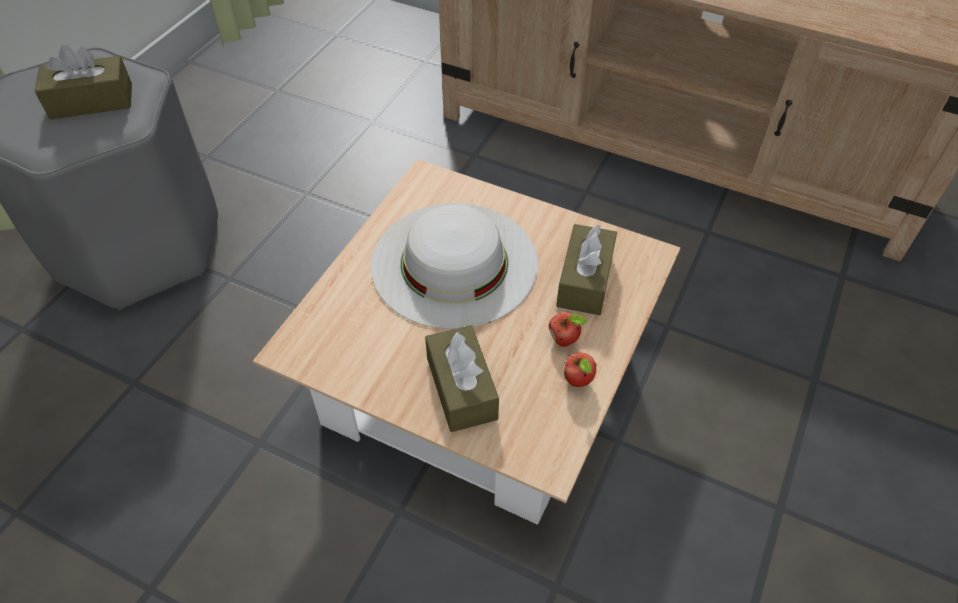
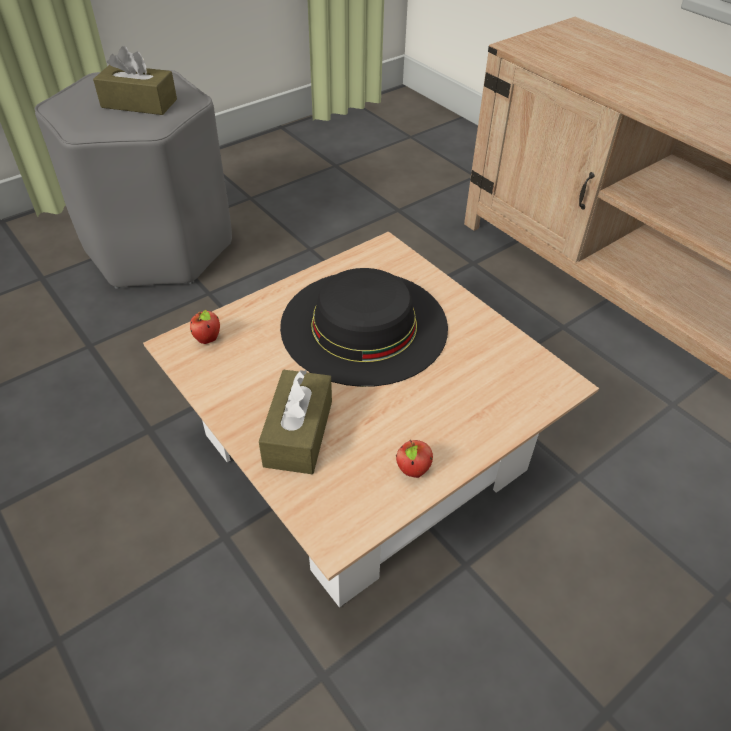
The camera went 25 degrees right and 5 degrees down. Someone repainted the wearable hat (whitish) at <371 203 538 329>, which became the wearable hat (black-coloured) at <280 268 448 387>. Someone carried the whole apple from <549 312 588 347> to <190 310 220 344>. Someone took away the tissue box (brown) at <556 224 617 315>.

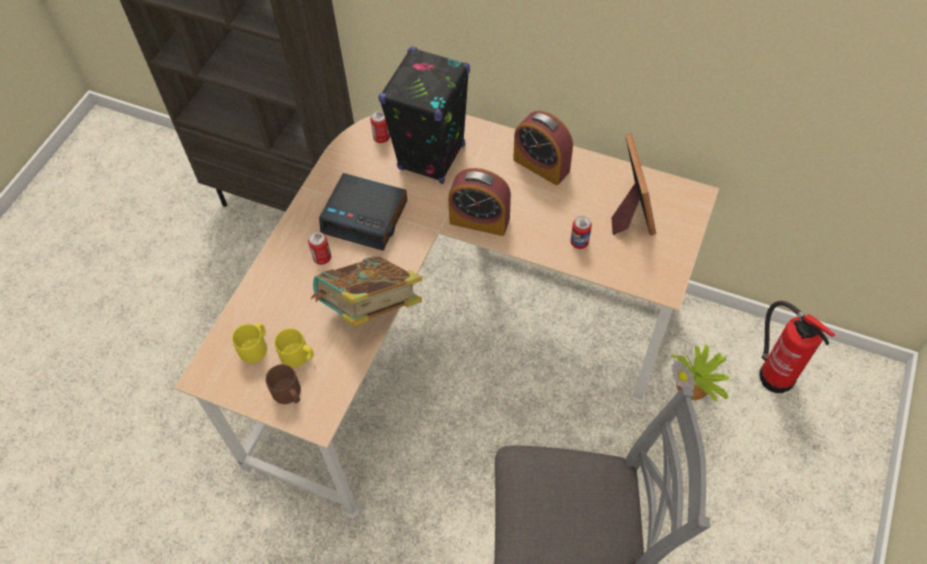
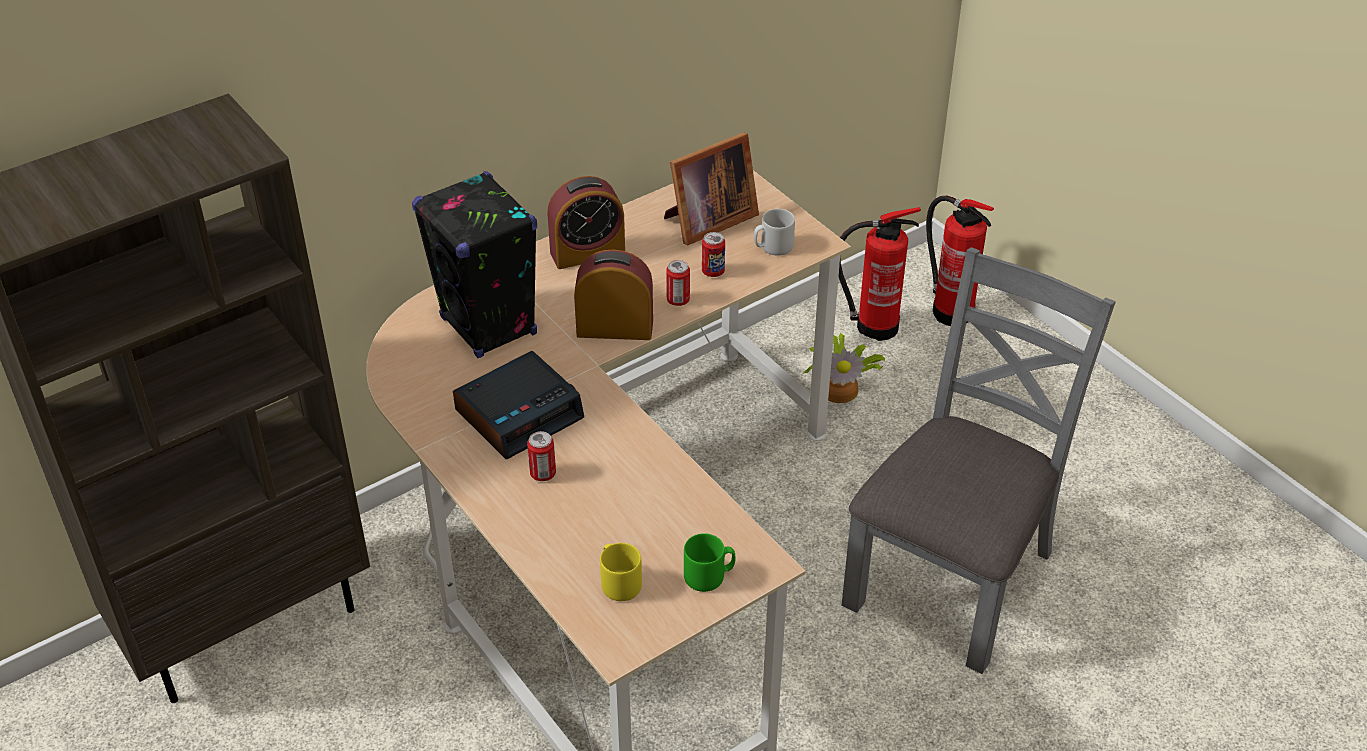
The camera went 60 degrees left and 15 degrees down. Someone repainted the mug (brown) at <266 364 301 404>, which became the mug (greenish) at <684 533 736 592>. Someone took away the mug (yellow) at <274 328 314 368>. Someone took away the book at <311 256 422 326>. Someone carried the metal can from <370 111 390 143> to <666 260 690 306>. Someone rotated the alarm clock at <448 168 511 236> by 135 degrees counterclockwise. Someone rotated the photo frame at <611 134 656 236> by 120 degrees clockwise. Someone put down the mug (grey) at <754 209 795 256>. Someone put down the fire-fighting cylinder at <926 196 994 326>.

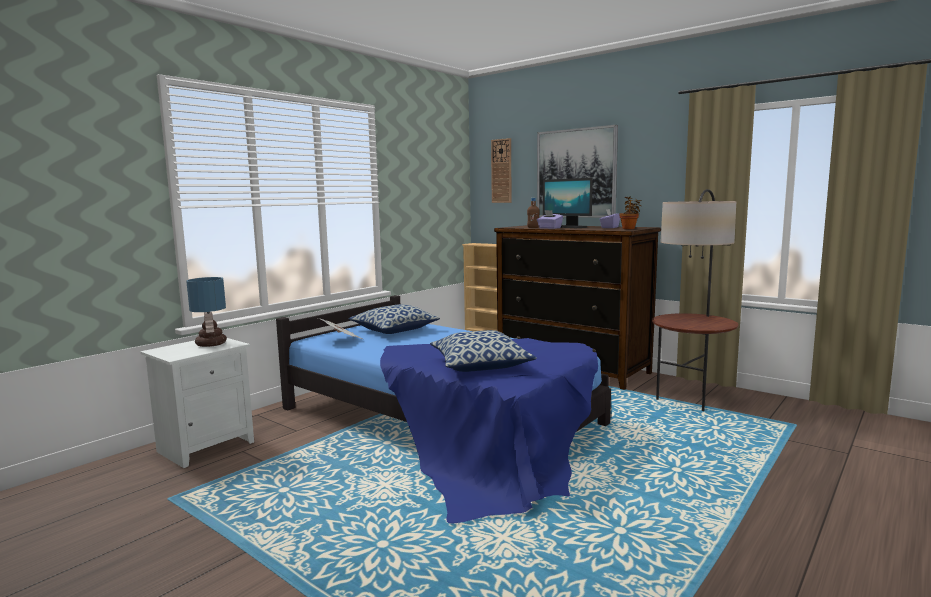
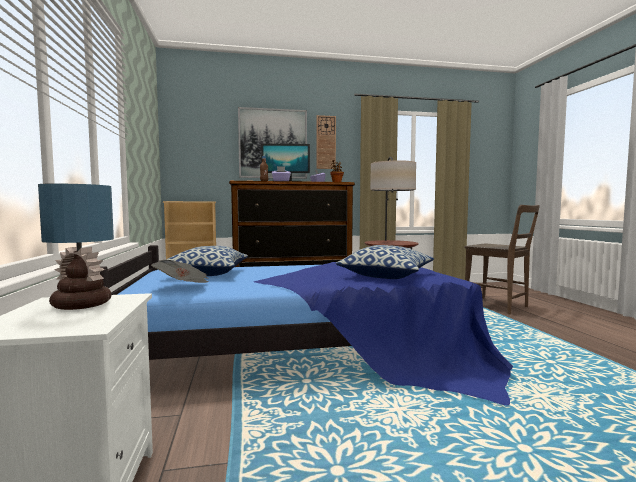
The camera went 50 degrees left and 5 degrees down. Someone carried the wall clock from <491 138 511 203> to <317 115 336 169>. Someone put down the upright chair (brown) at <465 205 540 314>.

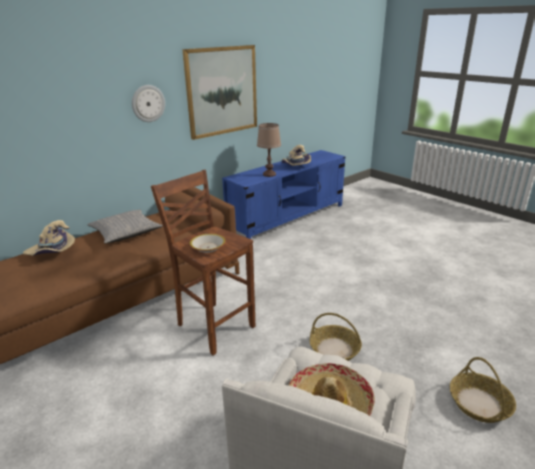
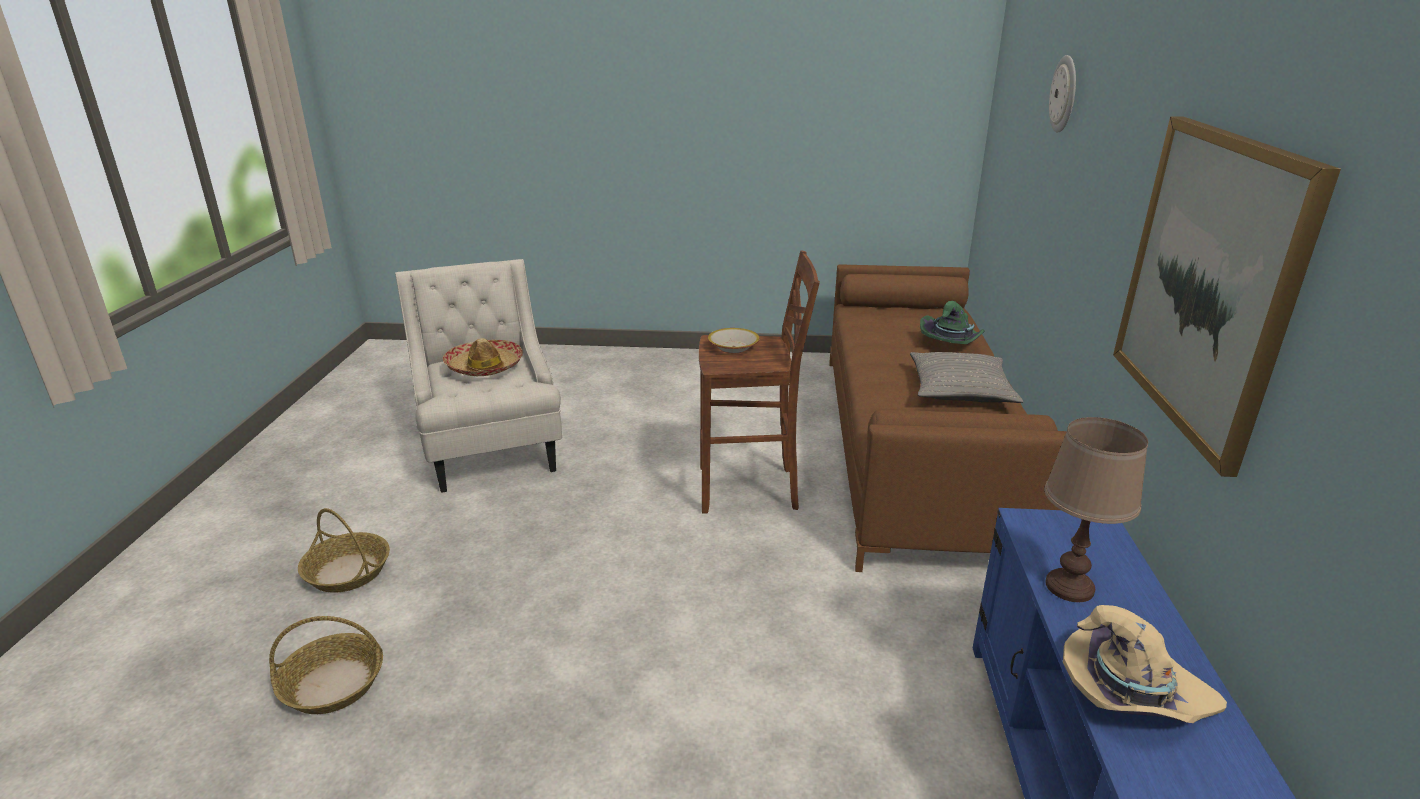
The camera went 135 degrees right and 0 degrees up. Someone repainted the wearable hat (beige) at <23 220 75 256>, which became the wearable hat (greenish) at <920 301 985 344>. Someone carried the wall clock from <132 85 165 122> to <1049 55 1076 133>. Someone carried the basket from <310 313 362 361> to <269 616 383 714>.

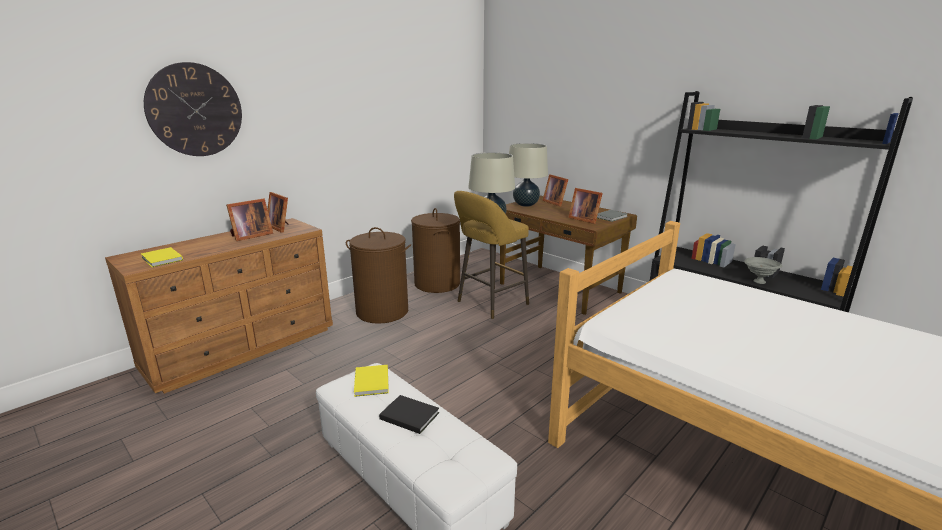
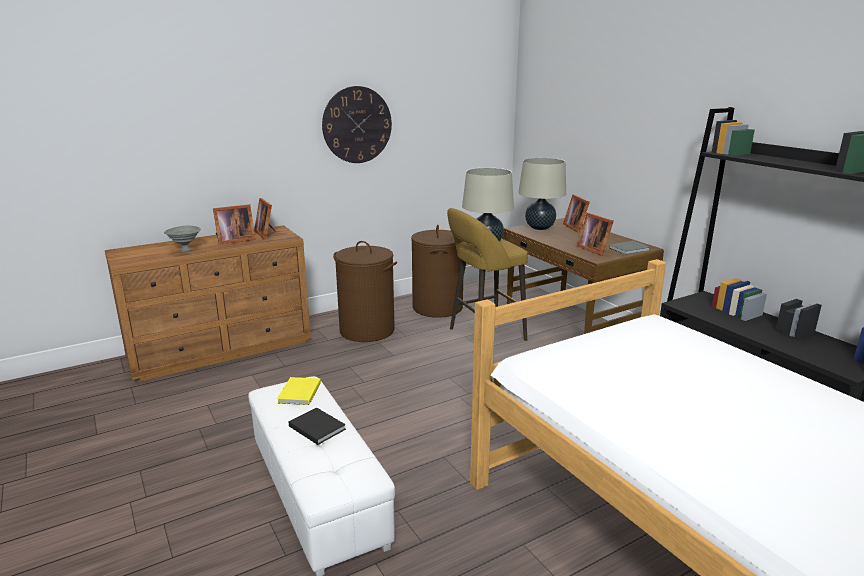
The camera went 15 degrees right and 0 degrees up. Someone took away the book (yellow) at <141 247 183 267>. Someone carried the wall clock from <144 62 242 156> to <322 86 392 163>. Someone carried the serving bowl (grey) from <744 257 782 284> to <164 226 201 252>.

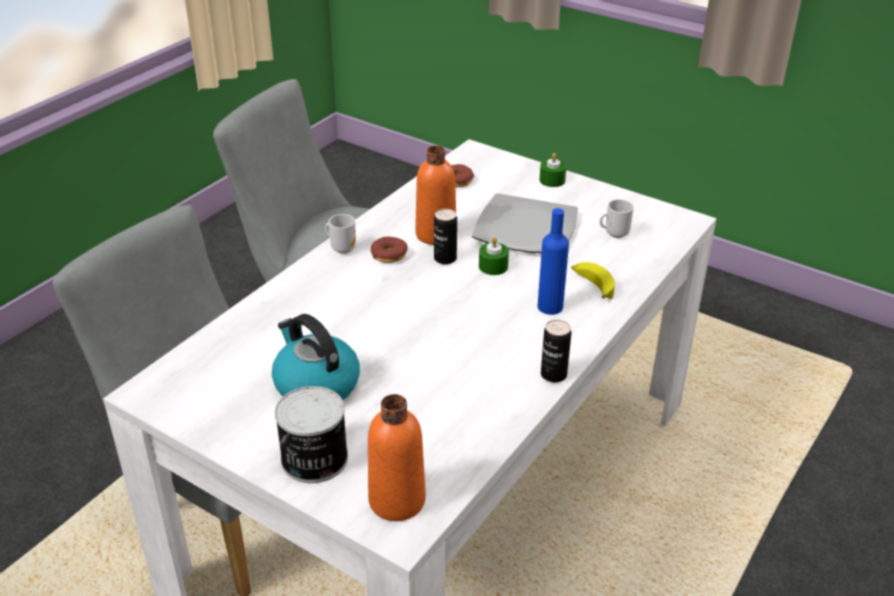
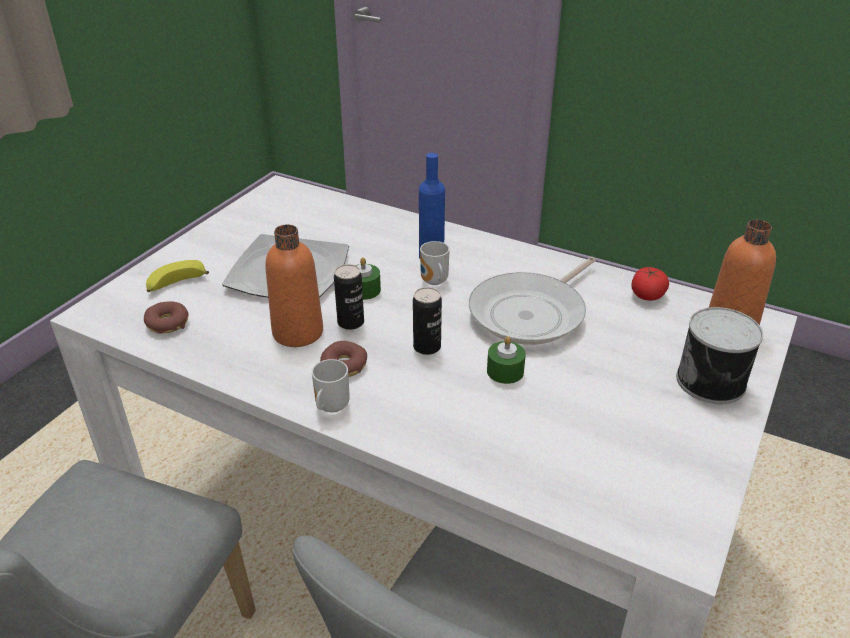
The camera went 95 degrees left and 0 degrees up. Someone took away the tea kettle at <272 314 360 400>. Someone carried the wax light (greenish) from <539 153 567 187> to <487 336 526 384>. Someone carried the metal can from <541 319 571 382> to <413 287 442 355>. Someone carried the whole banana from <571 262 615 299> to <146 260 209 292>. Someone carried the mug from <599 199 634 238> to <420 241 450 285>. Someone put down the skillet at <469 257 596 345>. Someone put down the tomato at <632 267 669 301>.

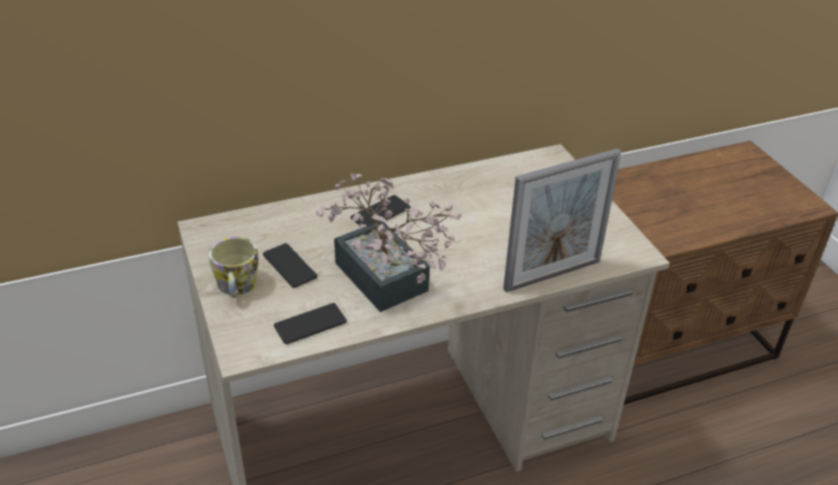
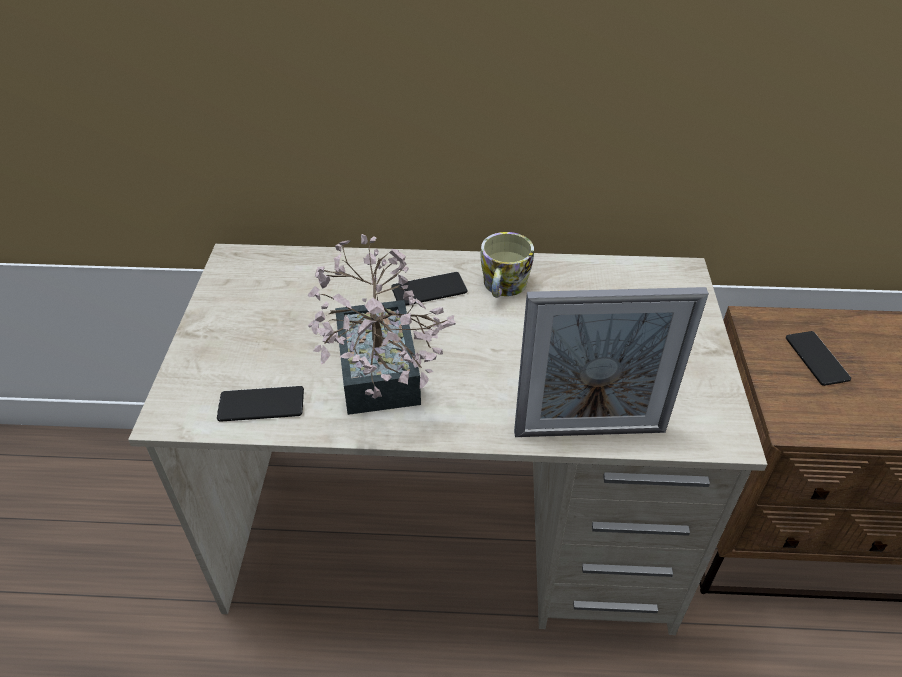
The camera went 25 degrees right and 5 degrees up. Someone carried the mug from <209 237 258 298> to <480 232 534 298>. Someone carried the phone from <263 243 318 288> to <786 331 851 386>.

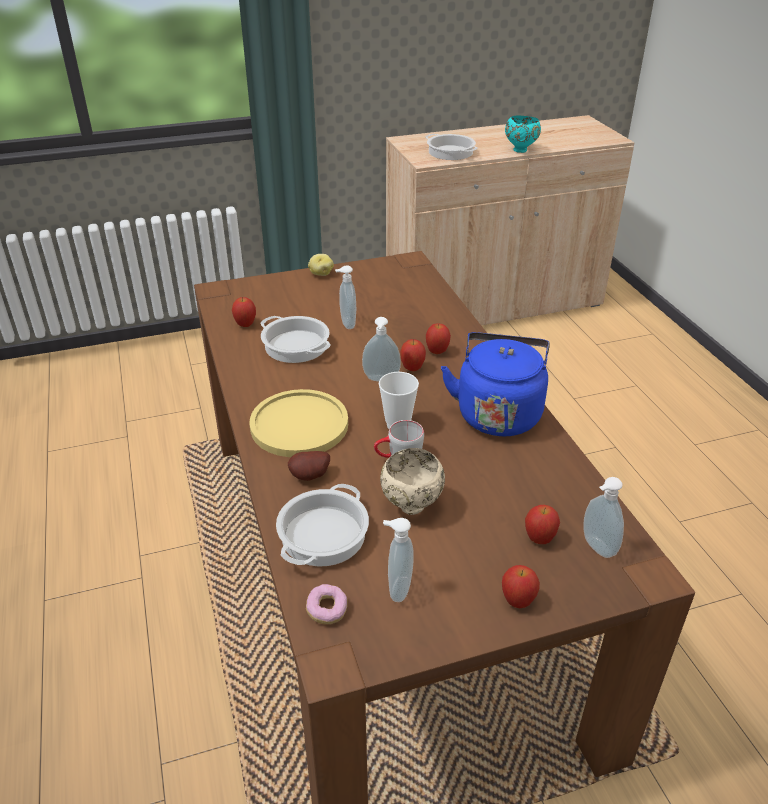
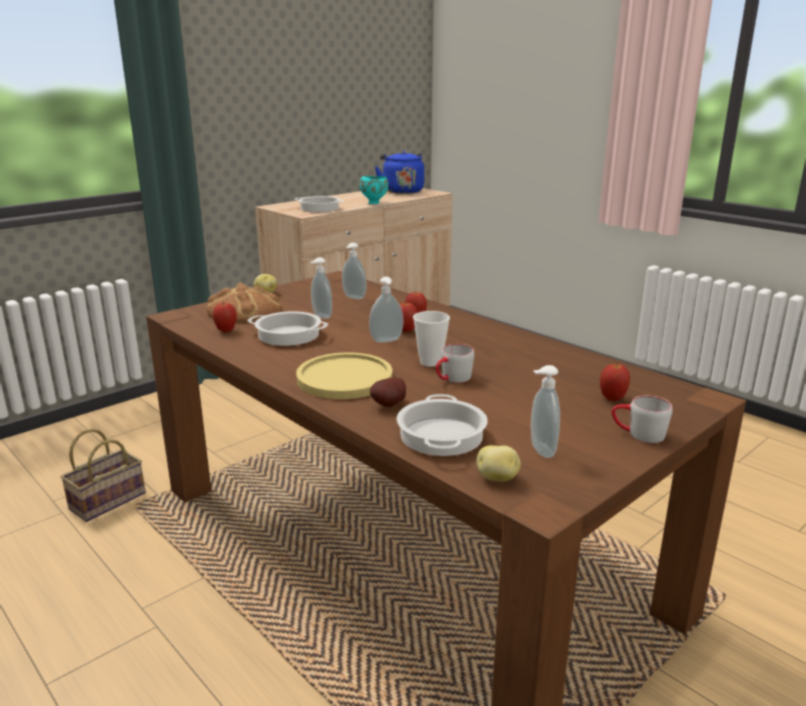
The camera went 25 degrees left and 15 degrees down. Someone swapped the donut at <306 584 347 625> for the potato at <477 445 521 481>. Someone took away the serving bowl (beige) at <380 448 445 515>. Someone carried the tea kettle (bluish) from <441 332 550 436> to <375 151 424 194>. Someone swapped the whole apple at <502 565 540 608> for the mug (grey) at <612 395 672 443>. Someone carried the soap dispenser from <583 477 624 558> to <342 243 366 299>. Someone put down the basket at <60 429 146 522>. Someone put down the baked bread at <207 282 281 322>.

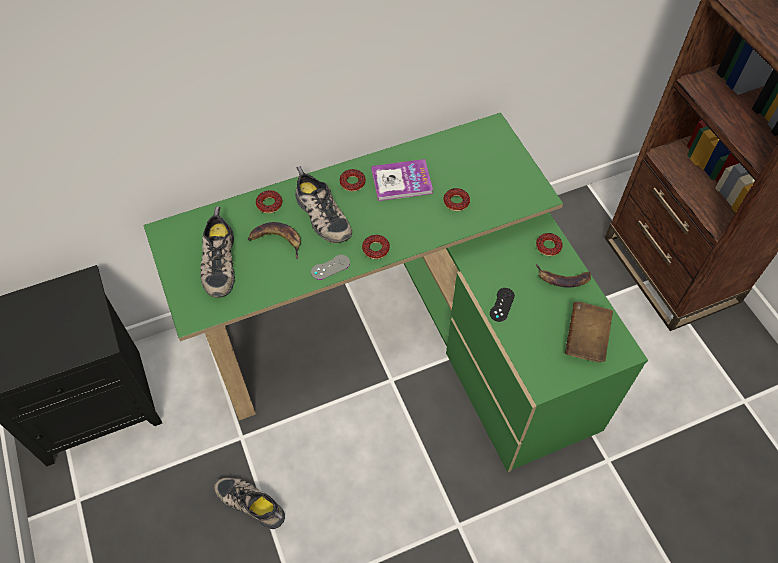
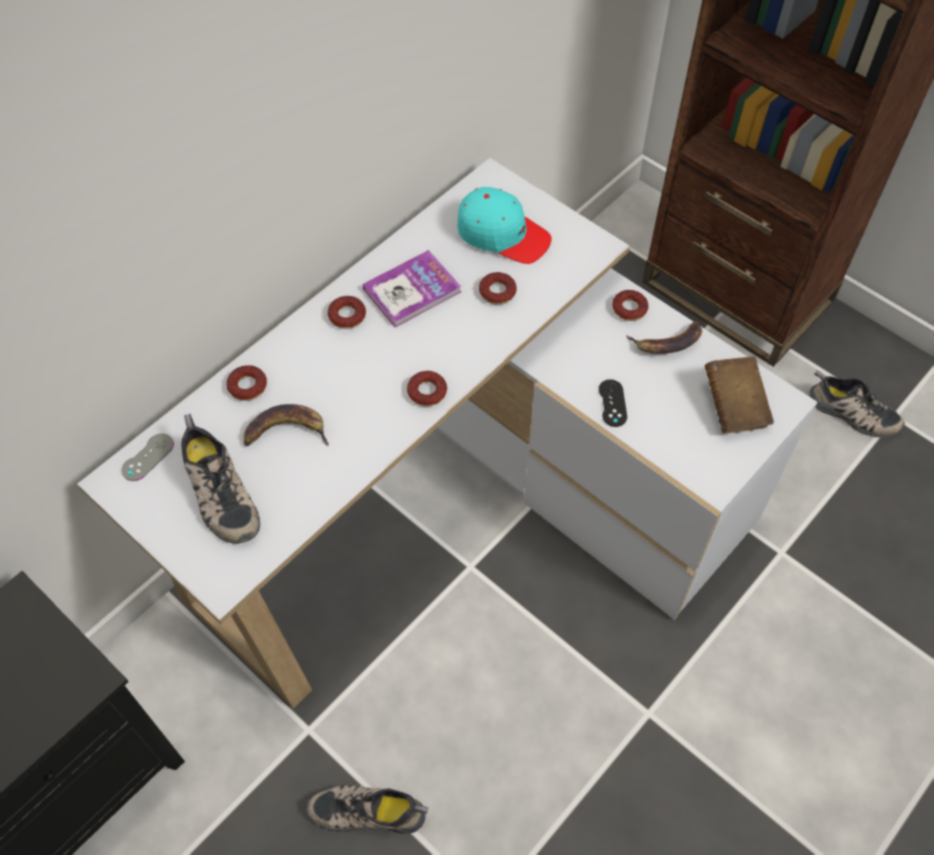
The camera went 25 degrees left and 0 degrees up. Someone repainted the desk table (greenish) at <144 113 648 472>, which became the desk table (whitish) at <77 158 818 709>. Someone carried the item of footwear from <295 166 352 243> to <809 371 905 438>. Someone carried the game controller (grey) from <311 255 350 280> to <121 433 174 481>. Someone put down the peaked cap (turquoise-coloured) at <457 187 552 264>.

